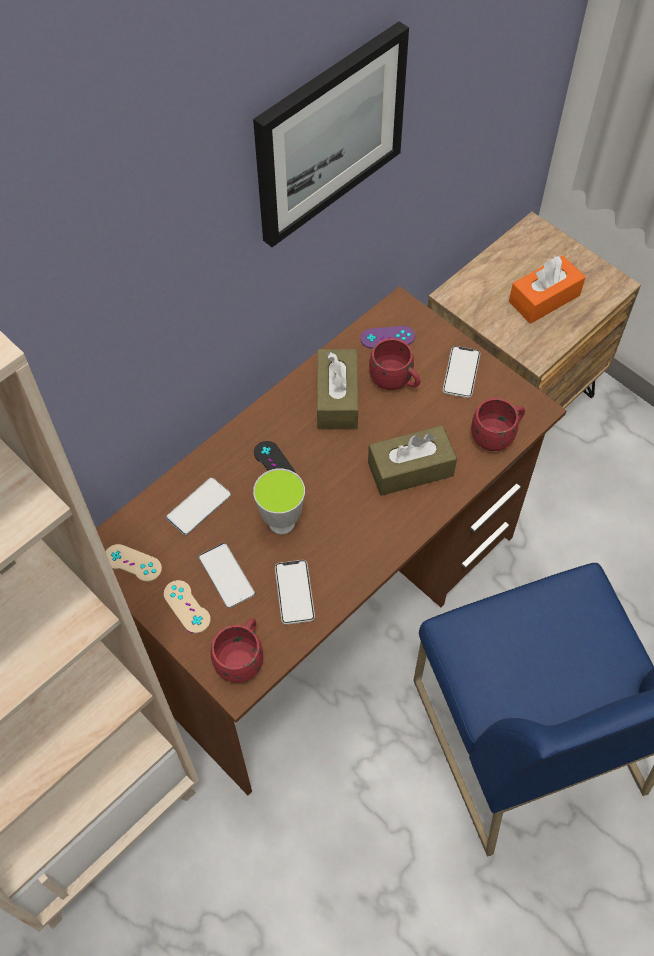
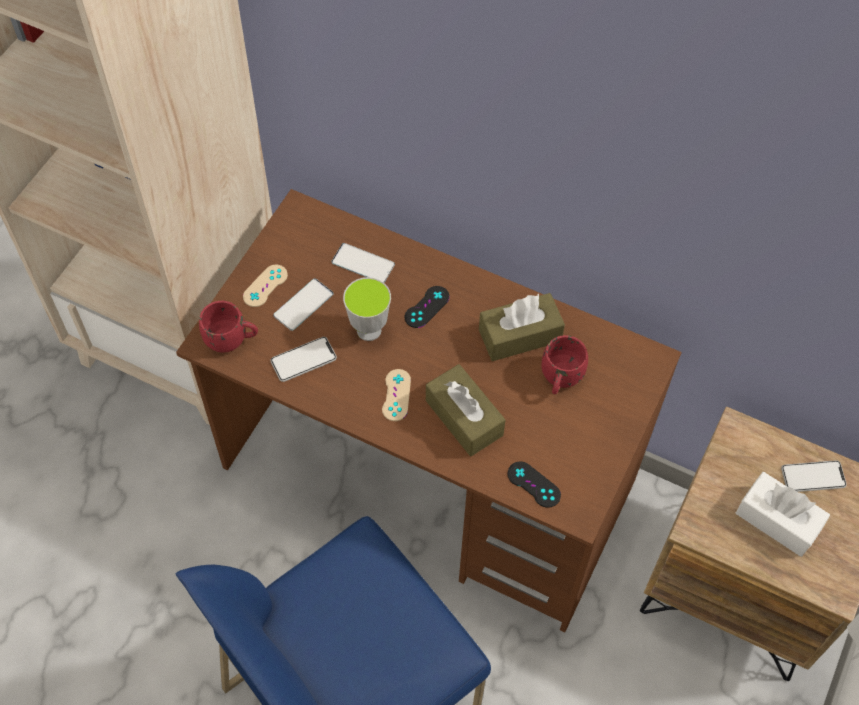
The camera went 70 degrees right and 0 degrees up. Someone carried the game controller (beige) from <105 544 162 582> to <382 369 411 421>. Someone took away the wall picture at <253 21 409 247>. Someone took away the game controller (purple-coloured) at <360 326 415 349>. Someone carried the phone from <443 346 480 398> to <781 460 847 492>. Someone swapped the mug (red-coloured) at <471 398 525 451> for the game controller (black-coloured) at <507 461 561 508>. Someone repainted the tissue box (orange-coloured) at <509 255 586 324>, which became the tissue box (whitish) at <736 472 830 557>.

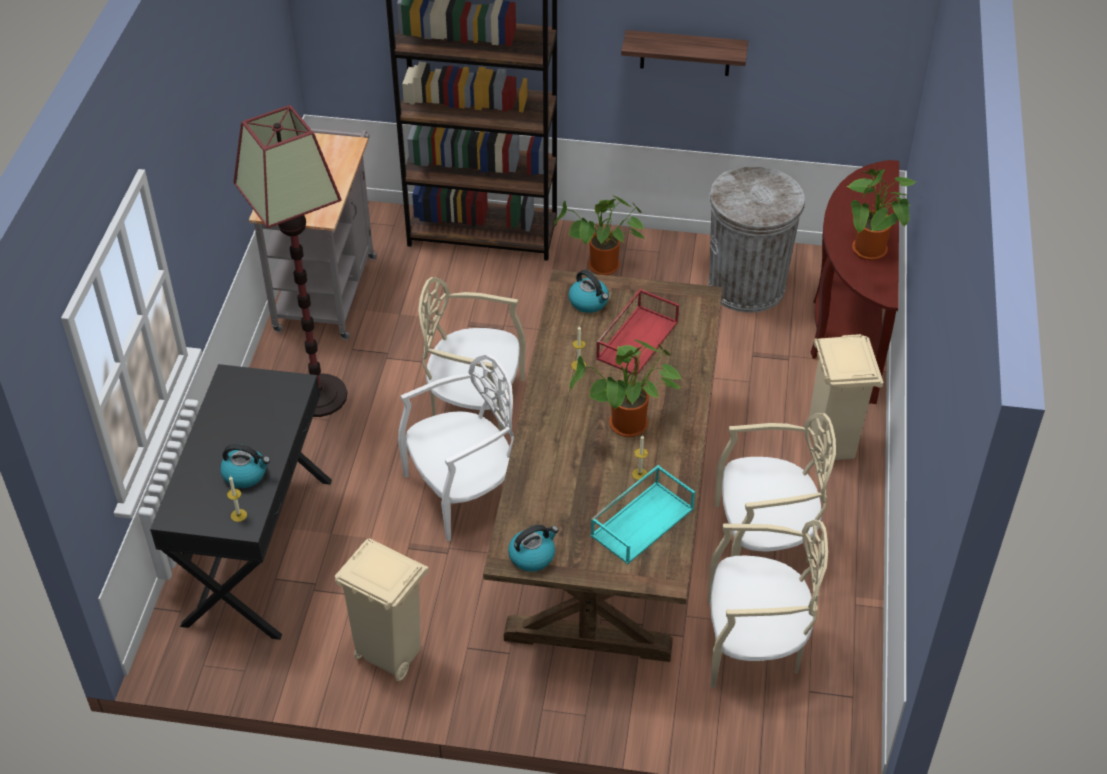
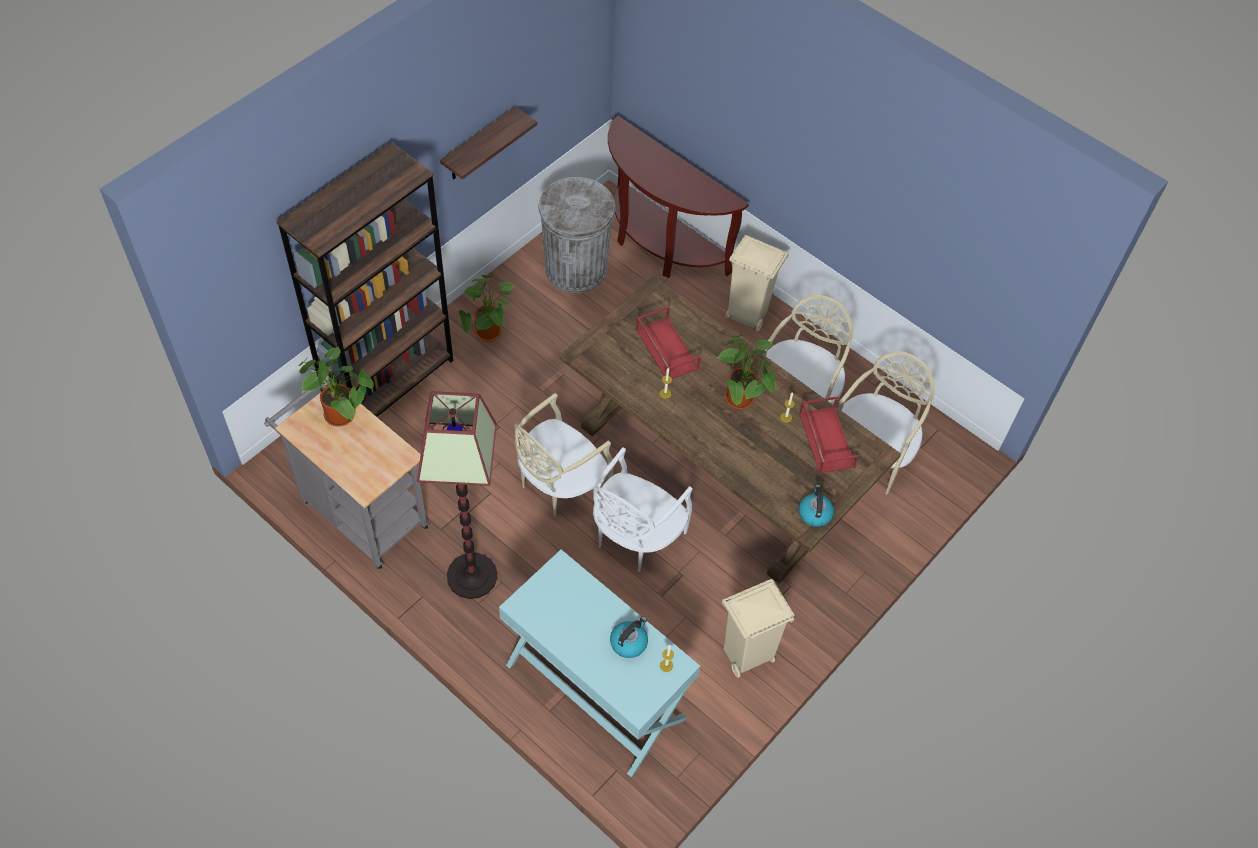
The camera went 60 degrees left and 10 degrees up. Someone repainted the console table (black-coloured) at <150 364 332 640>, which became the console table (turquoise-coloured) at <499 550 700 777>. Someone rotated the upright chair (whitish) at <398 354 514 542> by 150 degrees counterclockwise. Someone took away the tea kettle at <569 270 609 313>. Someone repainted the tray (turquoise-coloured) at <590 465 695 565>, which became the tray (red-coloured) at <799 396 859 473>. Someone carried the houseplant from <846 169 915 260> to <298 347 374 427>.

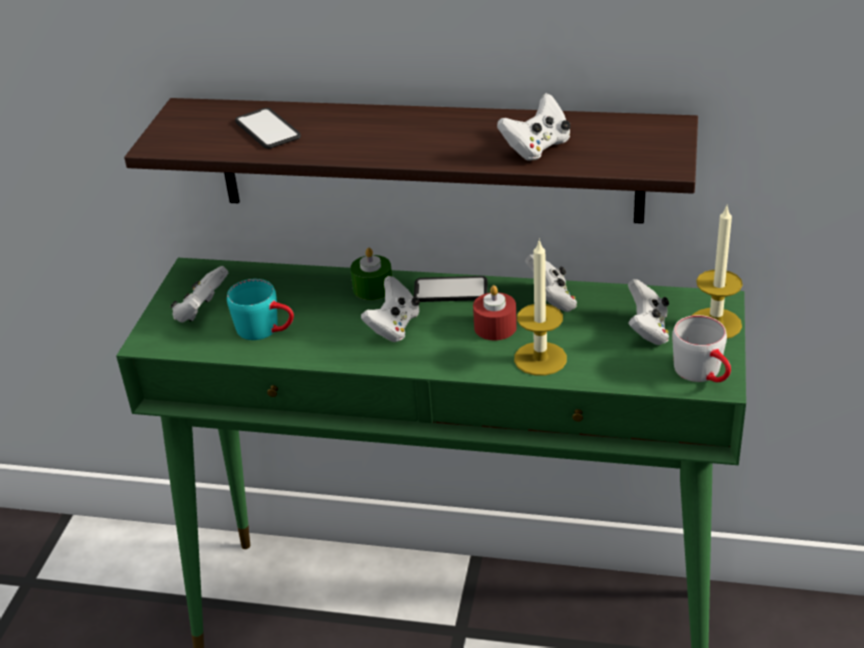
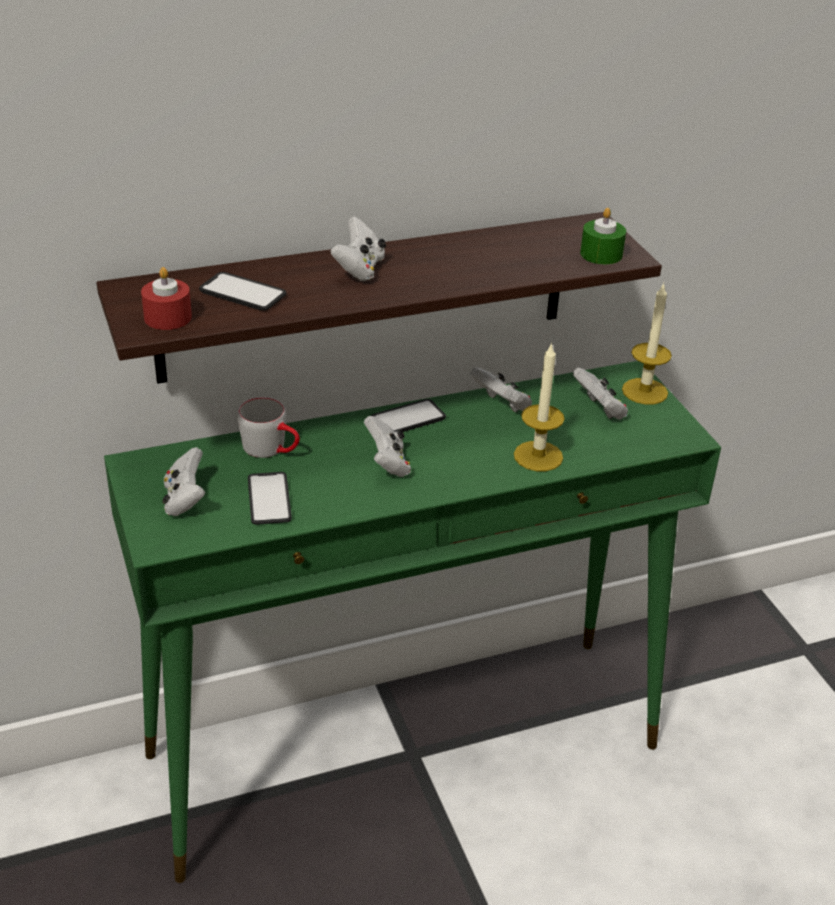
The camera went 35 degrees left and 0 degrees up. Someone swapped the mug (turquoise-coloured) at <227 279 294 340> for the phone at <248 472 292 525>. Someone carried the wax light (greenish) from <350 248 392 300> to <580 208 626 265>. Someone carried the wax light (red-coloured) from <473 285 517 340> to <141 267 192 330>. Someone carried the game controller (whitish) from <497 93 570 161> to <330 216 386 281>. Someone carried the mug (grey) from <672 315 731 382> to <237 397 300 458>.

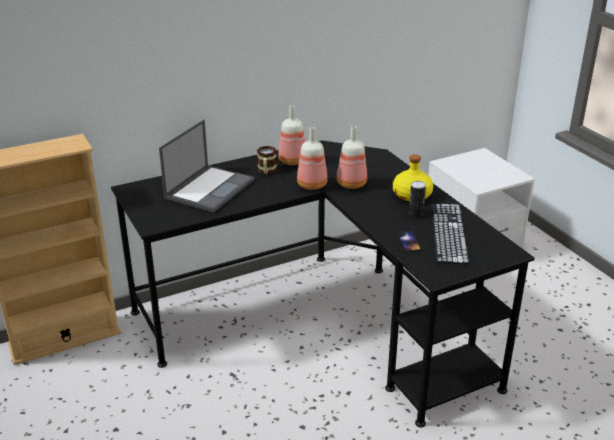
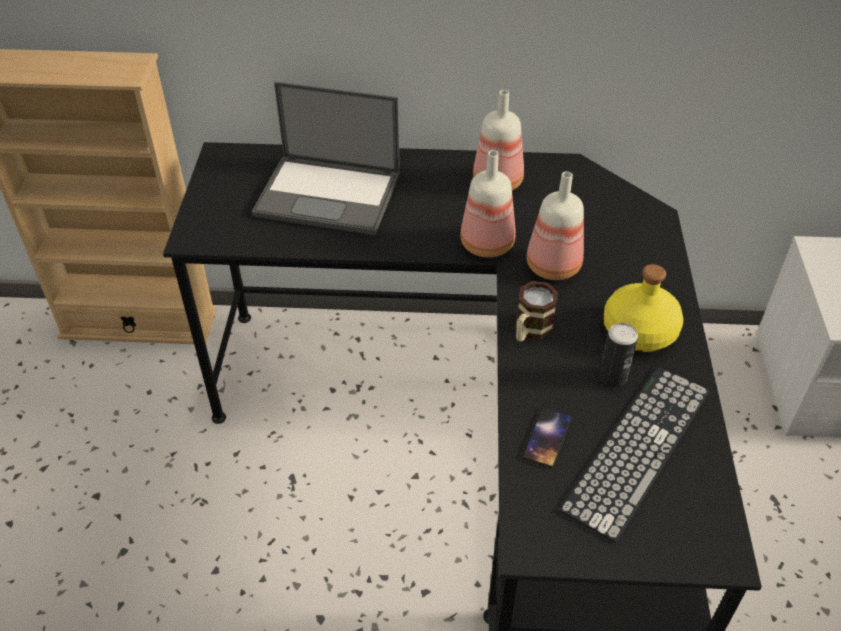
The camera went 30 degrees right and 15 degrees up. Someone rotated the laptop at <159 120 254 213> by 45 degrees clockwise. Someone carried the mug from <257 146 277 174> to <516 281 558 342>.

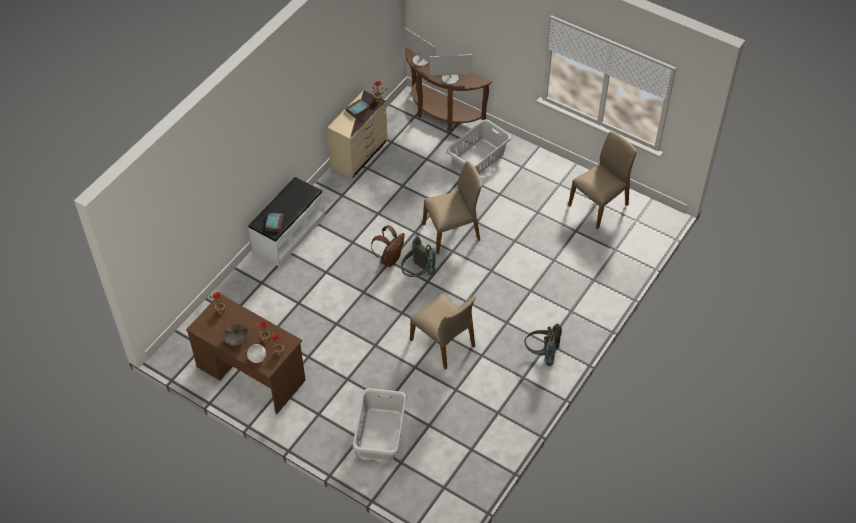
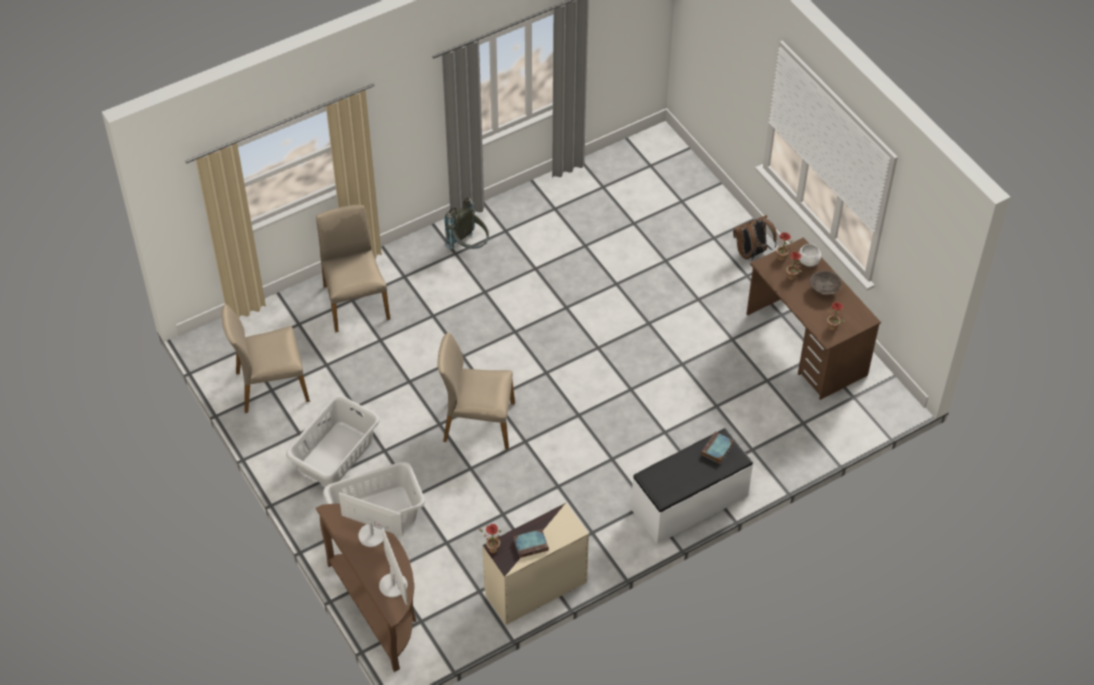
The camera went 155 degrees left and 0 degrees up. Someone carried the laundry basket (grey) from <353 388 407 460> to <286 395 380 486>. Someone carried the knapsack (brown) from <371 225 405 267> to <733 215 777 261>. Someone took away the knapsack (grey) at <401 237 436 277>. Someone carried the upright chair (beige) from <410 293 476 370> to <316 205 390 333>.

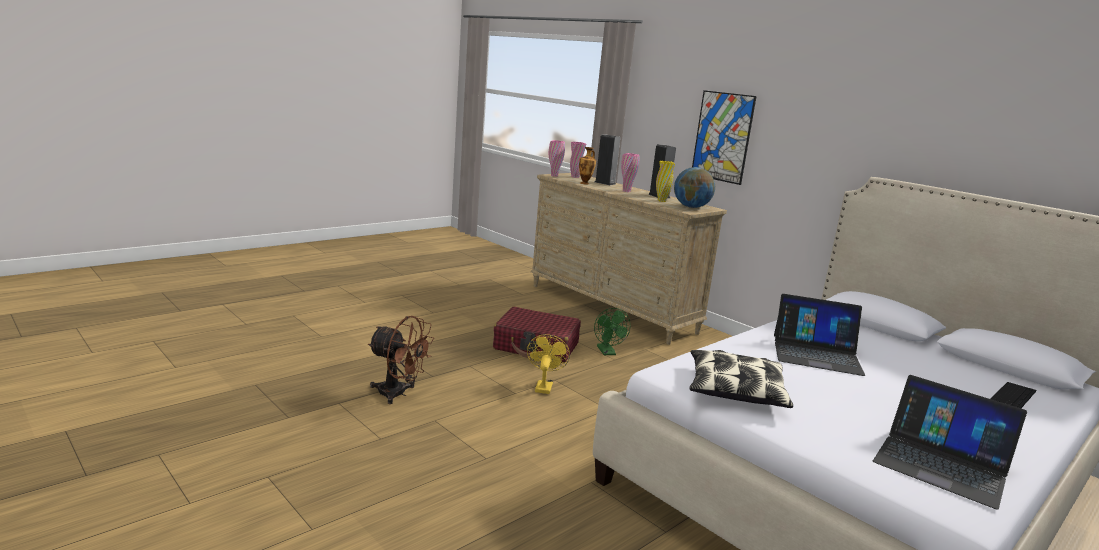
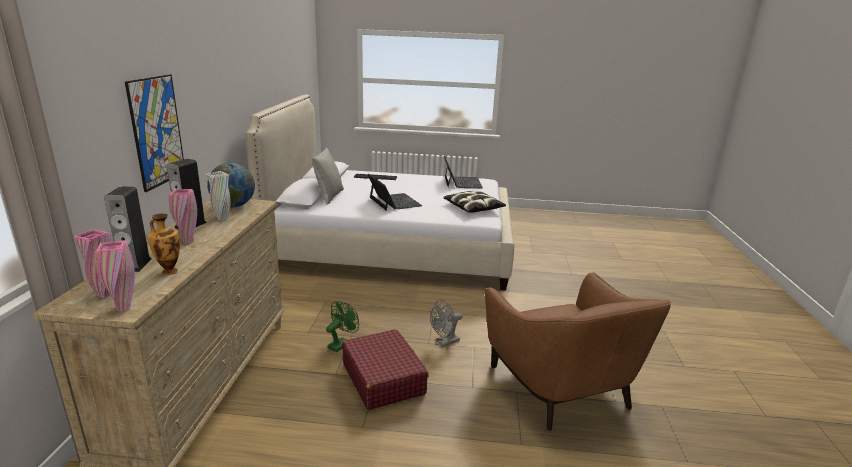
The camera went 130 degrees left and 5 degrees up. Someone swapped the fan (brown) at <368 316 434 404> for the easy chair (brown) at <485 273 671 430>. Someone repainted the fan (yellow) at <527 334 570 394>, which became the fan (grey) at <430 300 463 347>. Someone repainted the vase (yellow) at <656 161 675 202>, which became the vase (whitish) at <206 171 230 221>. Someone put down the throw pillow (grey) at <311 148 344 205>.

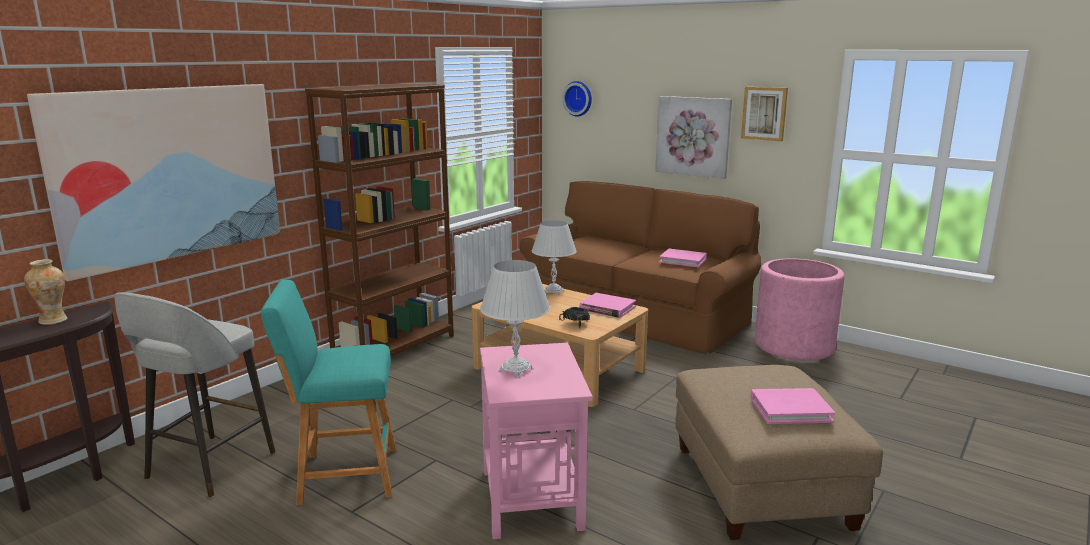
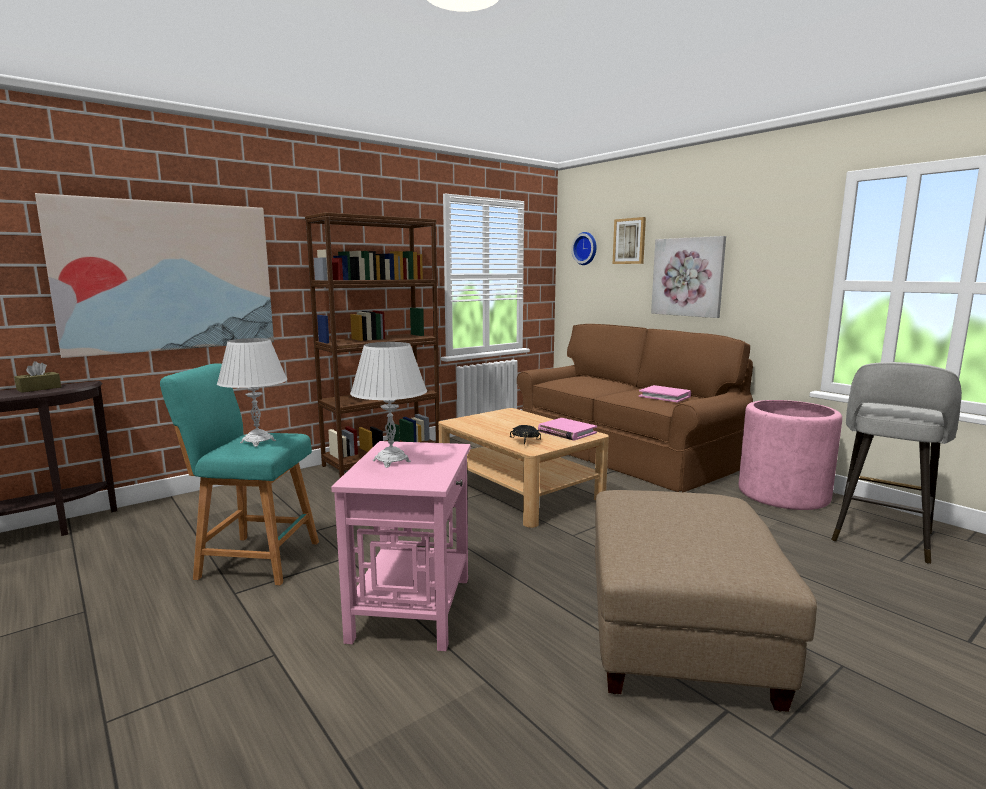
The camera went 15 degrees right and 5 degrees down. Someone swapped the vase at <24 259 67 325> for the tissue box (brown) at <14 361 61 393>. Someone carried the sitting stool (grey) from <114 292 275 497> to <831 362 962 564>. Someone carried the tabletop lamp (whitish) from <531 220 576 295> to <217 338 287 447>. Someone carried the wall picture from <741 87 788 141> to <613 217 646 264>. Someone took away the book (pink) at <750 388 835 424>.

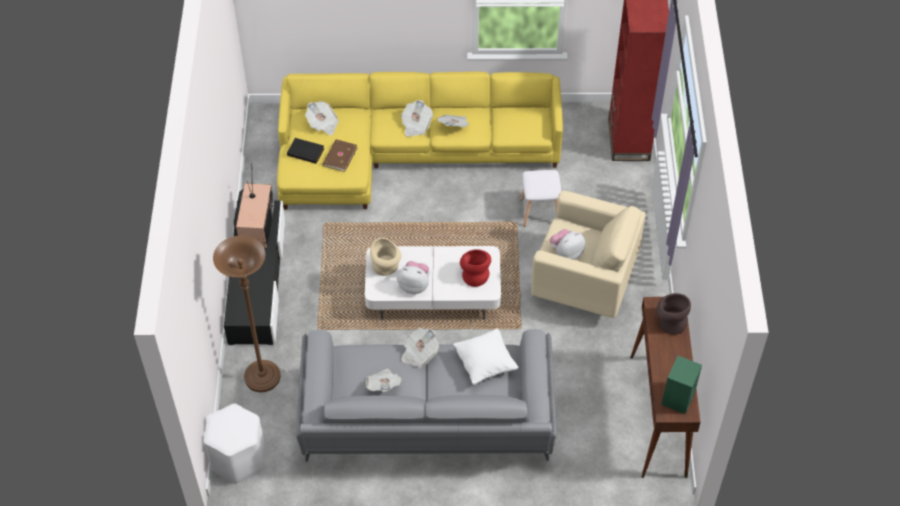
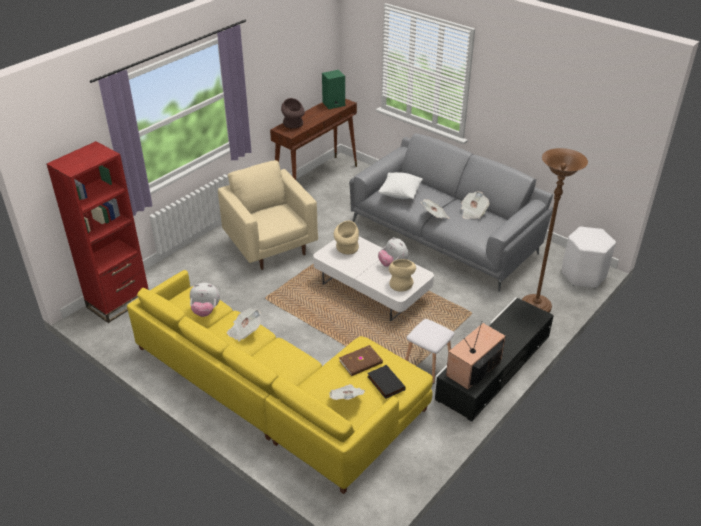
The camera went 140 degrees left and 15 degrees down. Someone took away the printed paper at <401 100 433 137>. Someone repainted the vase (red-coloured) at <460 249 491 287>, which became the vase (beige) at <334 221 359 255>. Someone carried the sitting stool (whitish) from <521 170 561 227> to <405 319 455 384>. Someone carried the cuddly toy from <550 229 585 260> to <190 283 220 317>.

